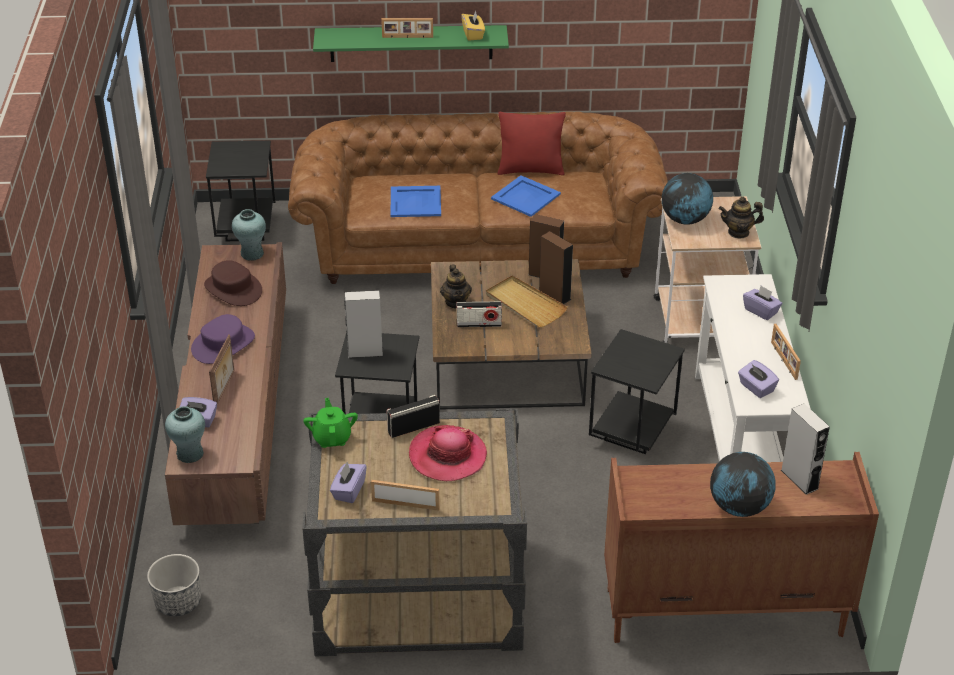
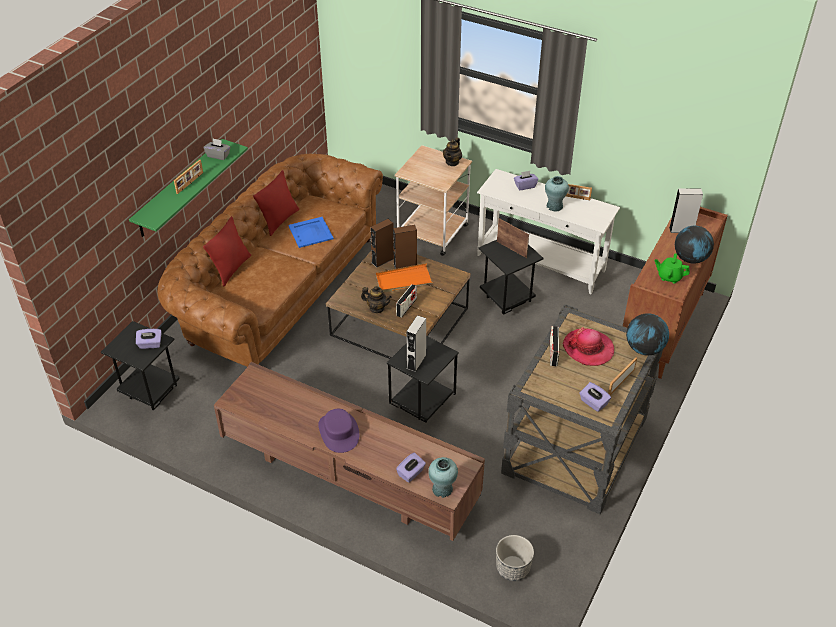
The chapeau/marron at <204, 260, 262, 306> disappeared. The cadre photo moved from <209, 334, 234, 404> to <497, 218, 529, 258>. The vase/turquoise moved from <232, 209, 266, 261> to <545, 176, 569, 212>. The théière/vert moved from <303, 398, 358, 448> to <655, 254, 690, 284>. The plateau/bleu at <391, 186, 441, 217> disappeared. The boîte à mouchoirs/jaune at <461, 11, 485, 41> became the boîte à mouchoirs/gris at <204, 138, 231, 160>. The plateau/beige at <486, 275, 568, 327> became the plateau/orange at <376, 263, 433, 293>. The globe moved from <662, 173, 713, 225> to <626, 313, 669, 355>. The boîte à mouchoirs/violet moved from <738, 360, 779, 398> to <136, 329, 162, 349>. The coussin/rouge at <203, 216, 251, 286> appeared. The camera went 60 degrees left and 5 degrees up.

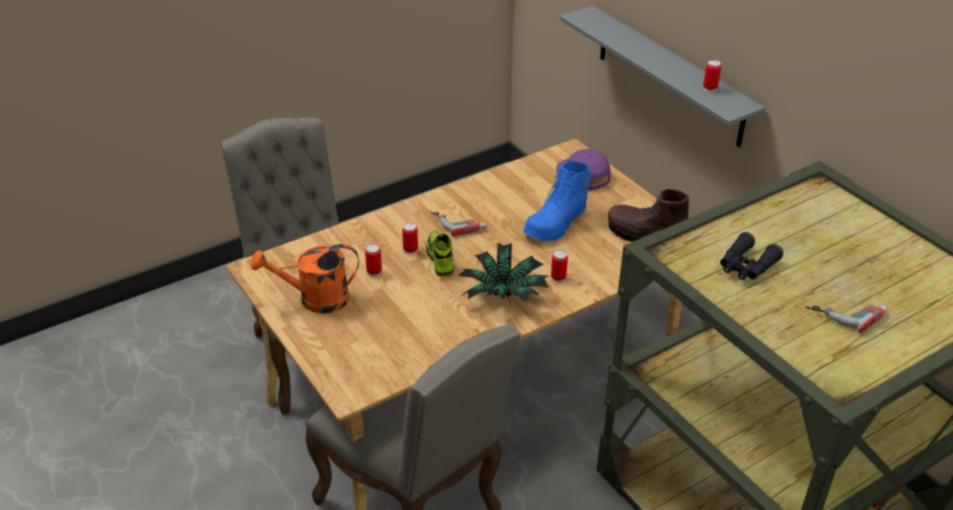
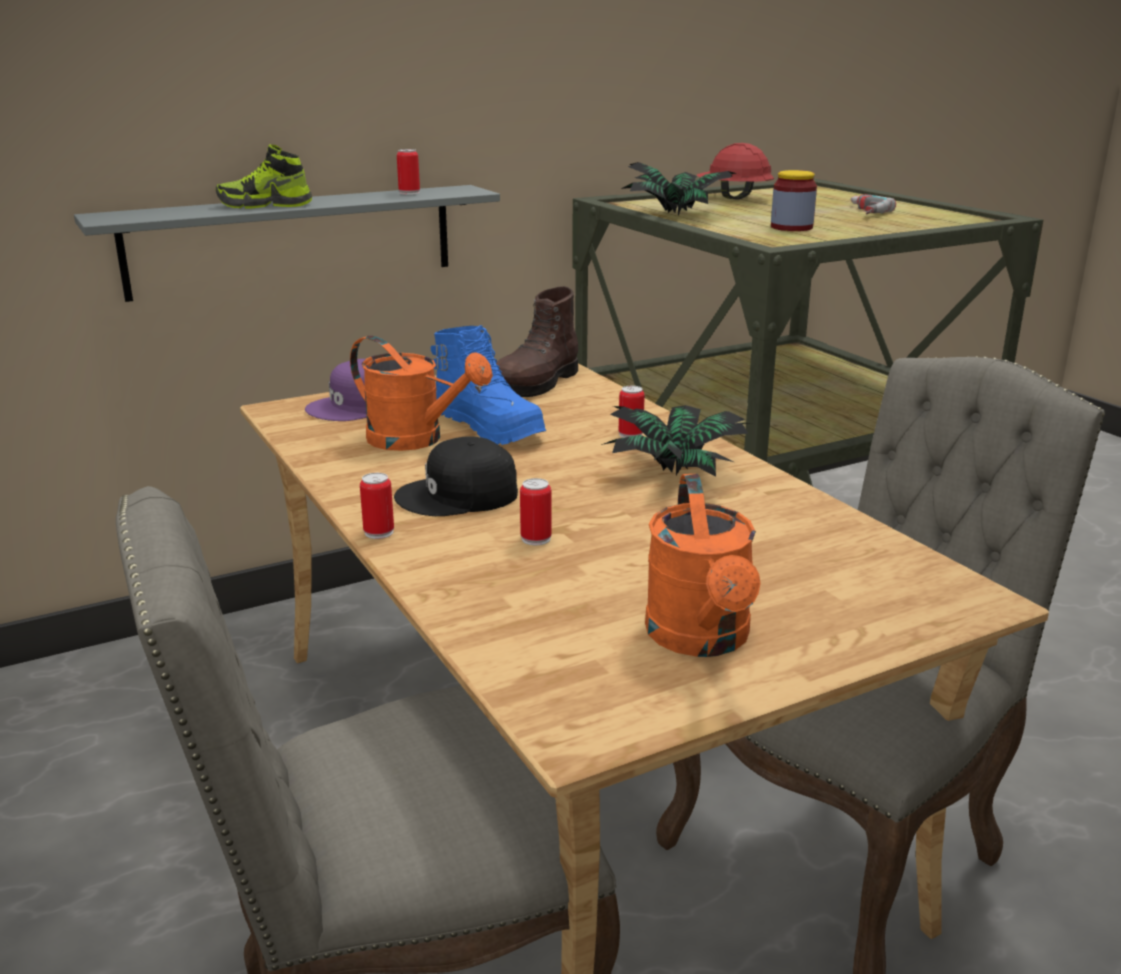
The boîte métallique moved from <365, 244, 382, 276> to <360, 473, 394, 539>. The chaussure moved from <426, 231, 454, 277> to <216, 144, 312, 208>. The perceuse at <430, 211, 487, 237> was replaced by the casquette/noir at <394, 436, 518, 516>. The jumelles/noir at <720, 232, 784, 280> was replaced by the bocal at <771, 170, 817, 231>. The arrosoir/orange at <350, 336, 493, 451> appeared. The plante en pot at <621, 162, 737, 216> appeared. The casque de chantier/rouge at <697, 143, 774, 199> appeared. The camera went 85 degrees left and 15 degrees down.

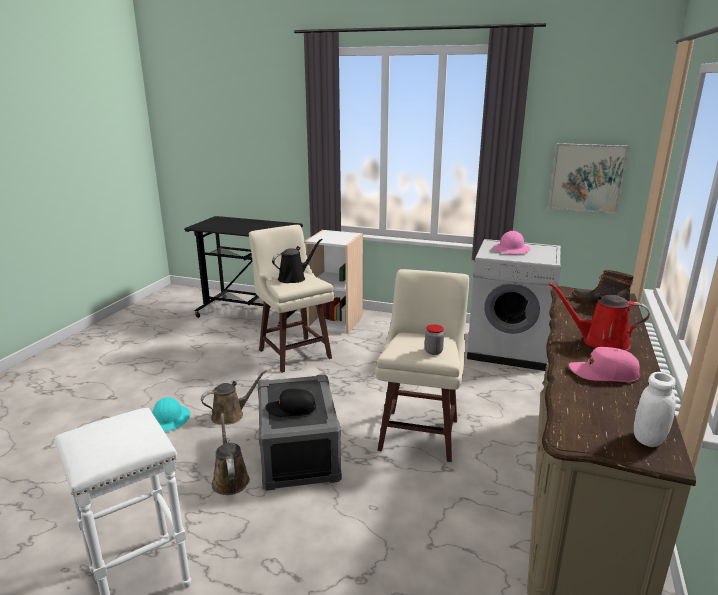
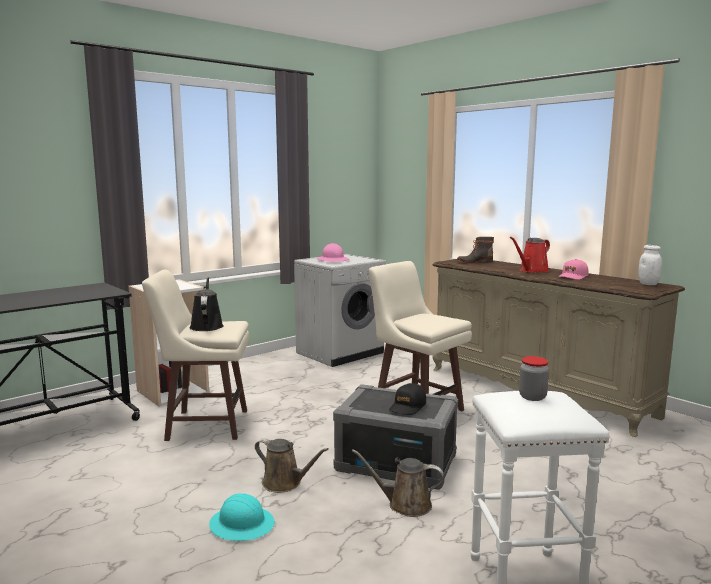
The arrosoir/marron at <201, 370, 267, 424> turned 120 degrees clockwise. The bocal moved from <425, 324, 444, 355> to <519, 356, 549, 401>. The tableau at <549, 143, 629, 213> disappeared. The camera went 60 degrees left and 10 degrees down.

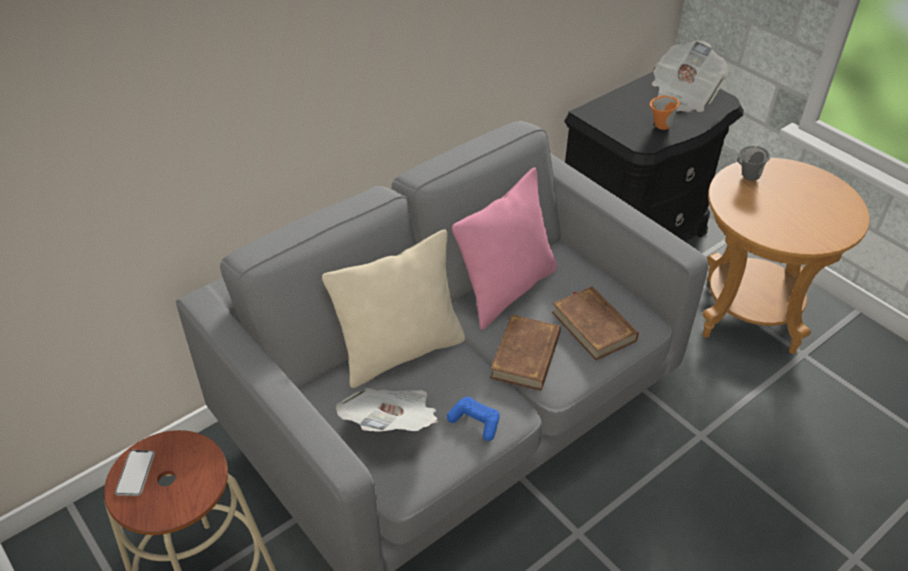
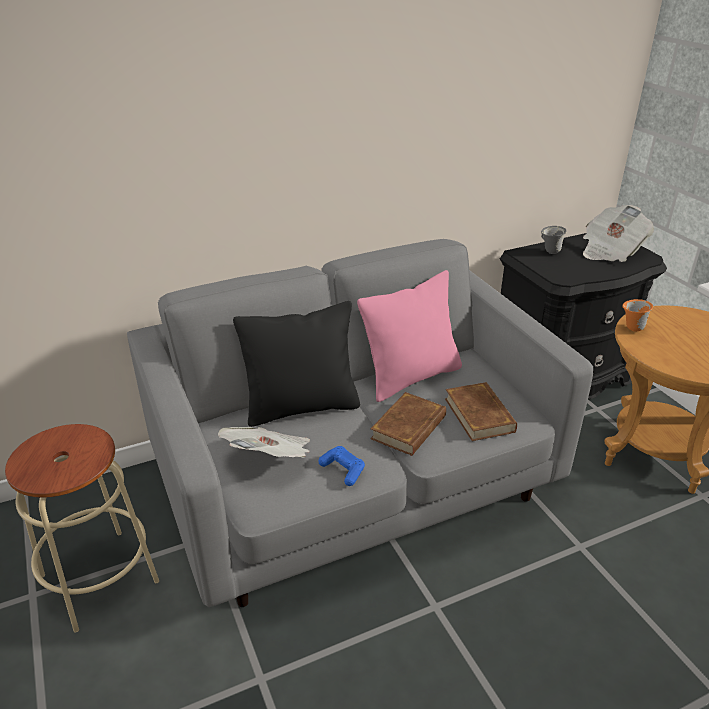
The téléphone at <115, 450, 155, 496> disappeared. The coussin/beige at <322, 230, 465, 388> became the coussin/noir at <233, 301, 360, 427>. The mug/orange moved from <649, 96, 679, 130> to <622, 299, 653, 332>. The mug/gris moved from <737, 146, 770, 181> to <541, 226, 567, 254>. The camera went 15 degrees right and 10 degrees down.

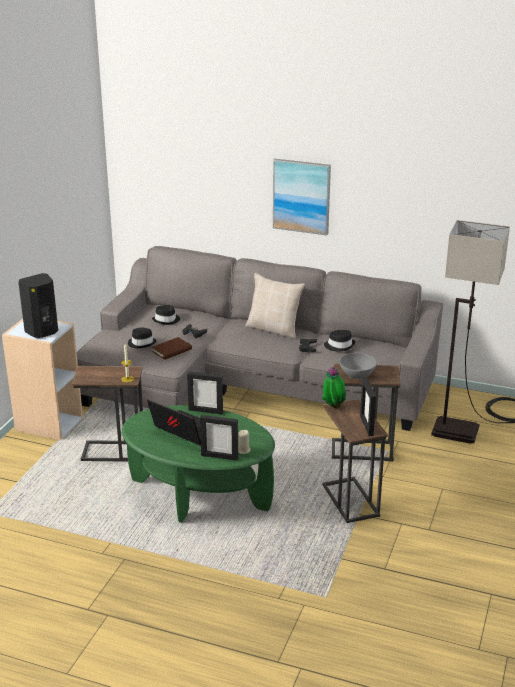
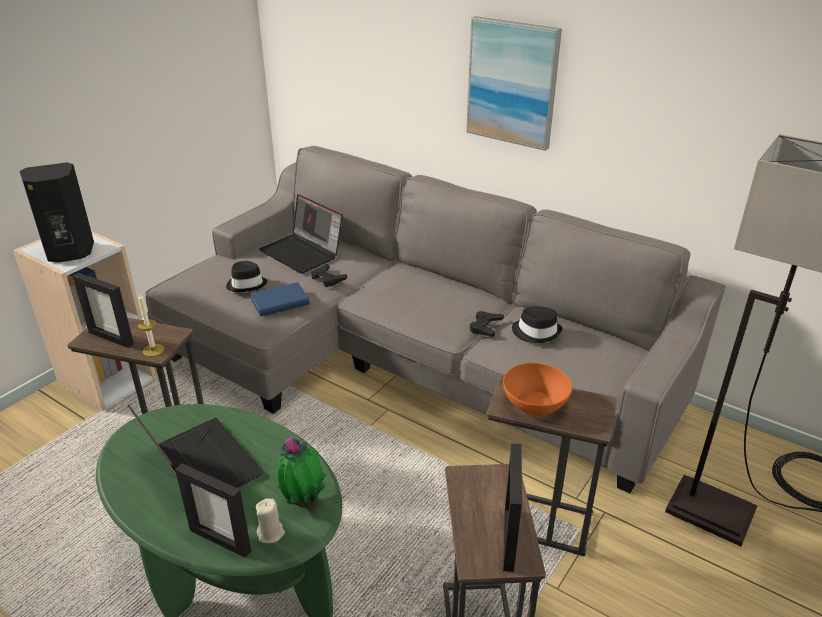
The livre/marron at <151, 337, 192, 360> became the livre/bleu at <250, 282, 310, 317>. The chapeau/noir at <152, 305, 180, 325> was replaced by the ordinateur portable at <259, 194, 343, 274>. The cadre photo moved from <187, 371, 223, 414> to <72, 273, 134, 348>. The coussin/beige at <245, 273, 305, 339> disappeared. The plante en pot moved from <322, 367, 346, 409> to <277, 436, 326, 508>. The bol/gris at <340, 353, 377, 379> became the bol/orange at <503, 363, 572, 416>. The camera went 15 degrees right and 5 degrees up.

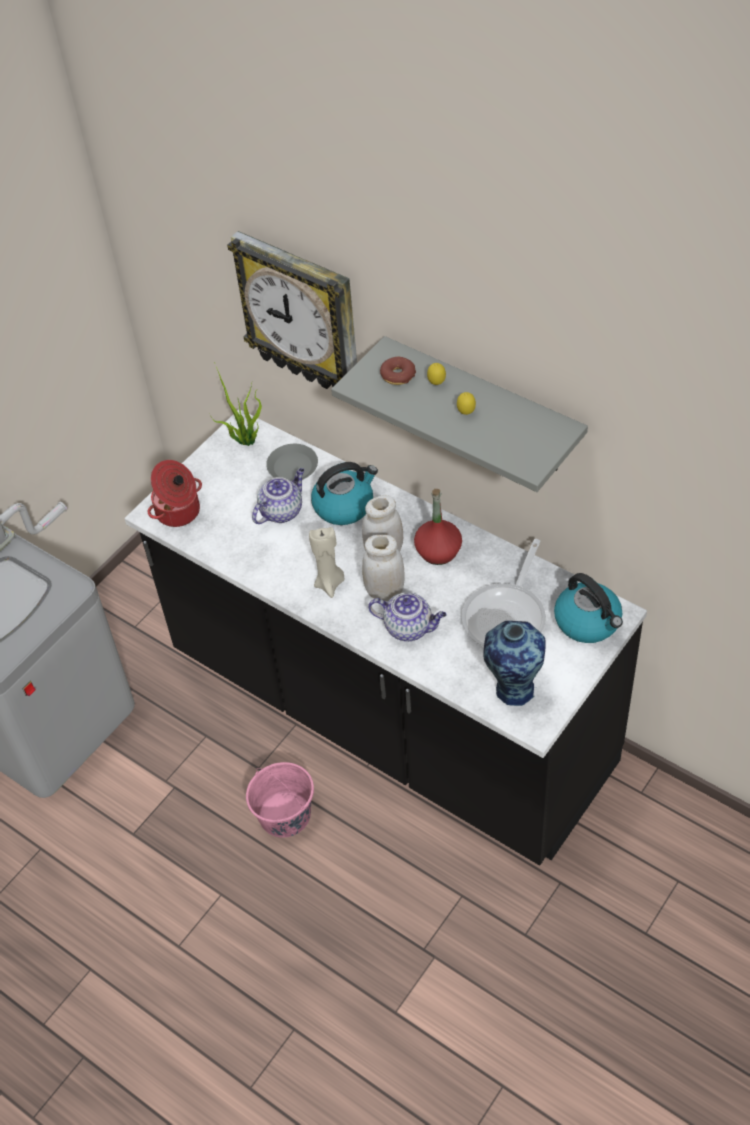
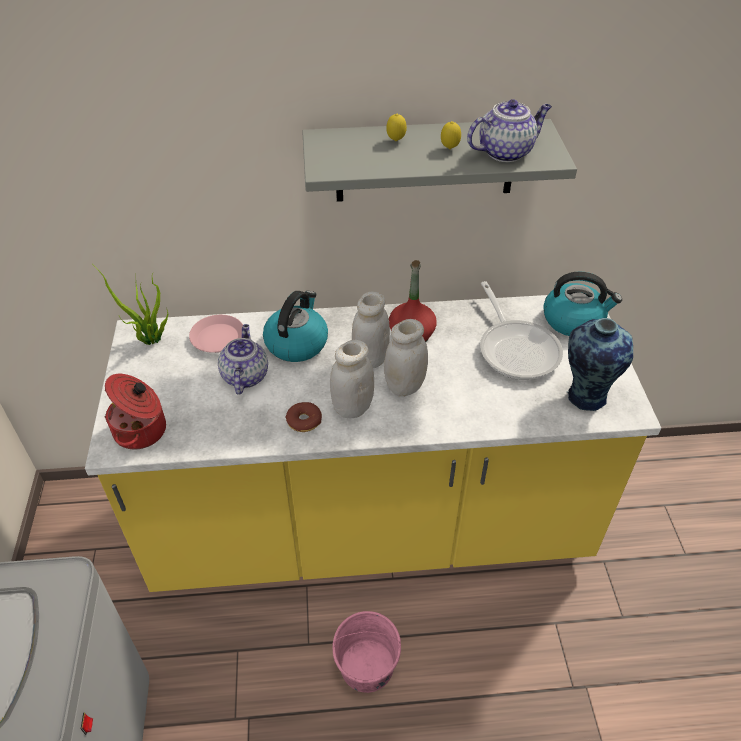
The comptoir de cuisine/noir at <124, 409, 647, 865> became the comptoir de cuisine/jaune at <85, 295, 661, 592>. The horloge murale at <227, 231, 357, 389> disappeared. The assiette/gris at <266, 444, 318, 481> became the assiette/rose at <189, 315, 243, 353>. The bougie/beige at <309, 527, 345, 598> was replaced by the bocal/blanc at <330, 340, 374, 418>. The théière moved from <368, 592, 447, 641> to <467, 99, 552, 162>. The beignet moved from <380, 357, 416, 385> to <286, 402, 322, 432>. The camera went 45 degrees left and 5 degrees down.

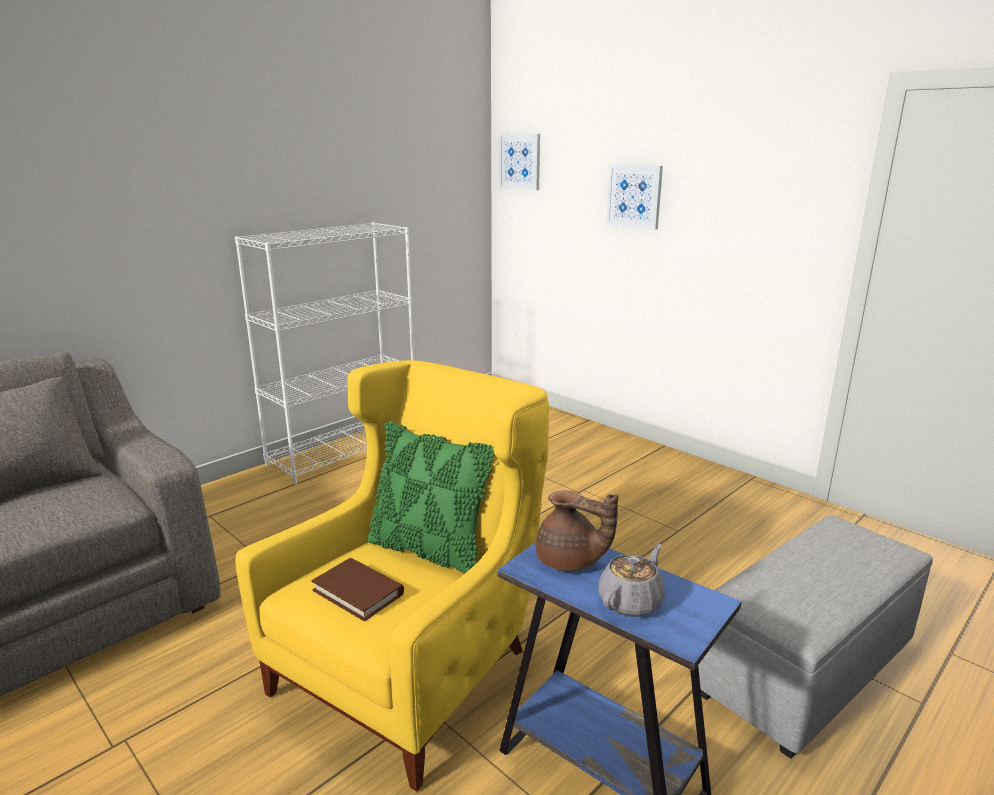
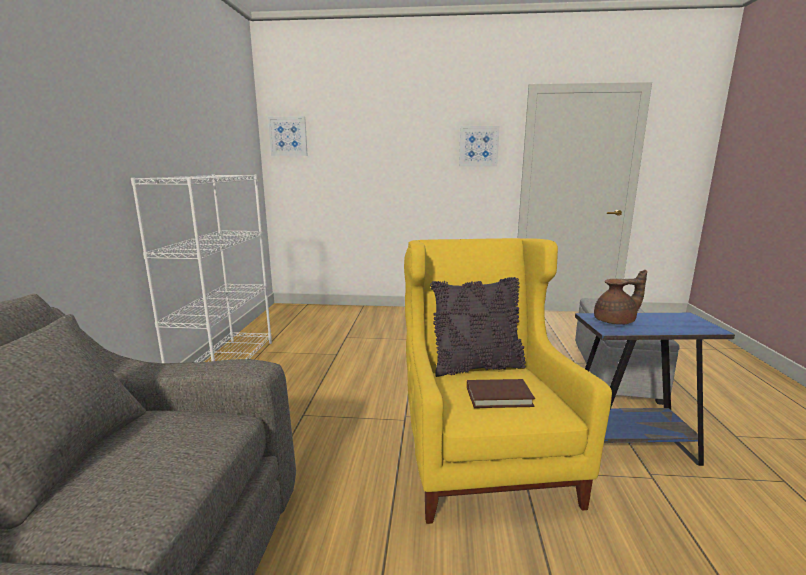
The coussin/vert at <367, 421, 495, 574> became the coussin/noir at <430, 277, 526, 377>. The théière/gris at <598, 544, 665, 617> disappeared. The tableau moved from <606, 164, 663, 230> to <459, 126, 500, 166>. The camera went 40 degrees left and 5 degrees down.

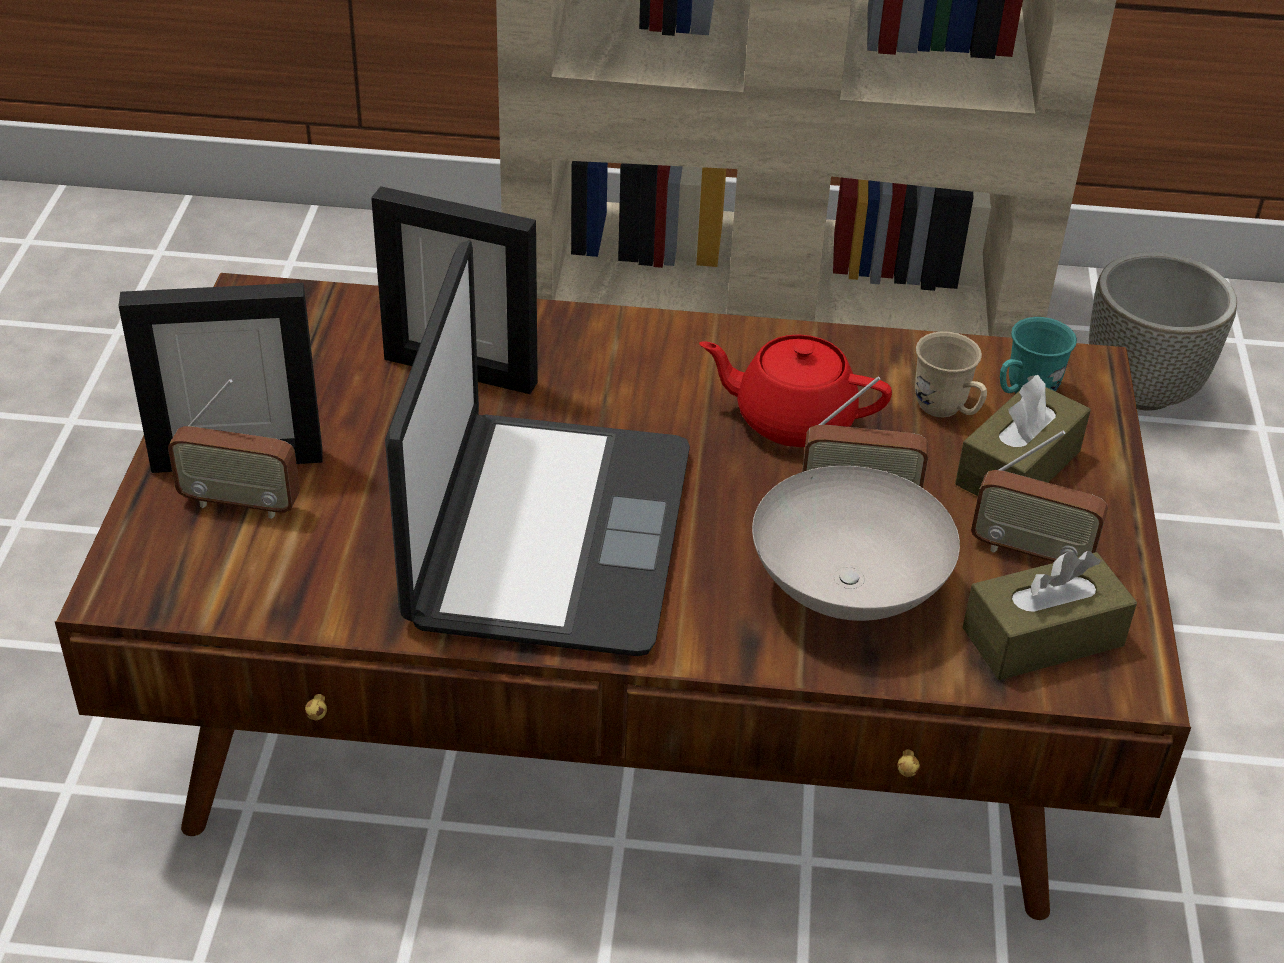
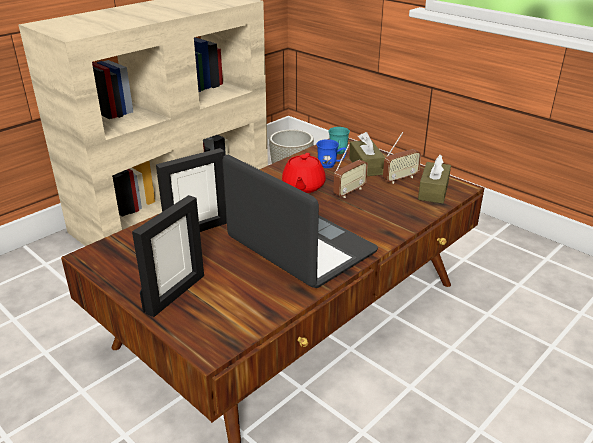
The radio at <168, 379, 300, 519> disappeared. The théière/rouge at <699, 335, 892, 447> turned 45 degrees counterclockwise. The bol/blanc at <752, 466, 960, 621> disappeared. The mug/beige at <915, 331, 987, 417> became the mug/bleu at <316, 139, 347, 168>. The camera went 50 degrees left and 10 degrees down.

